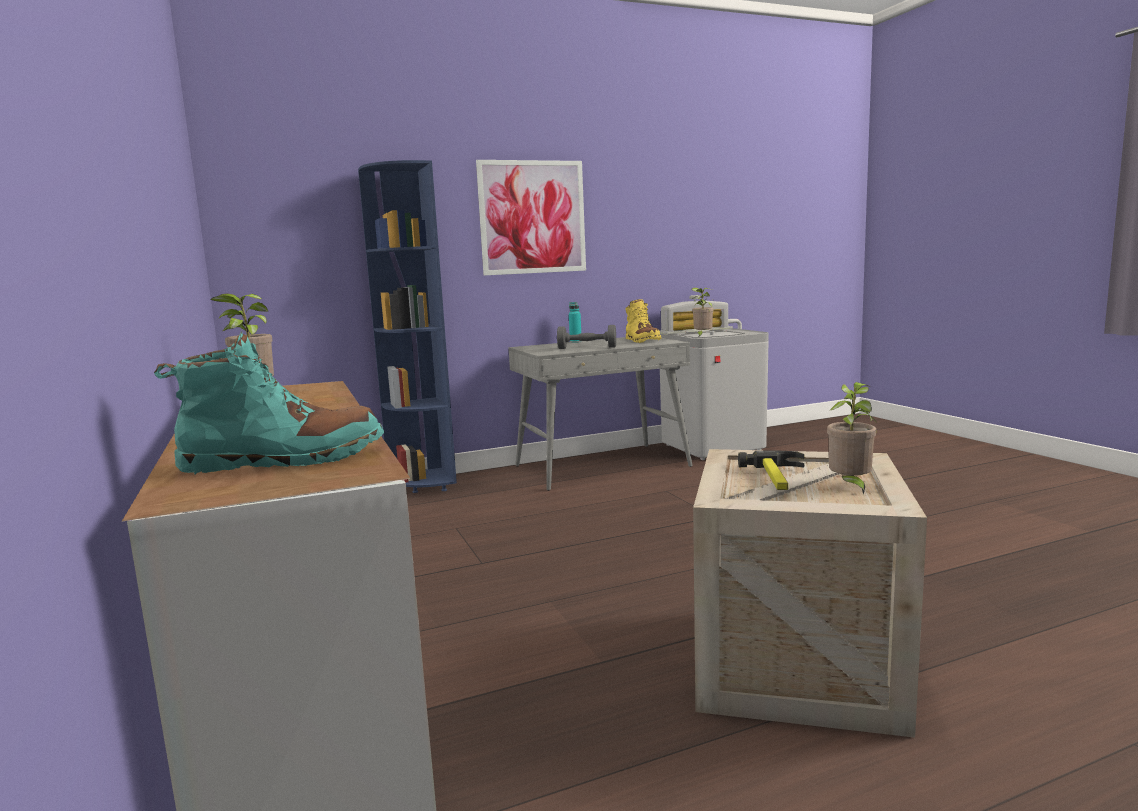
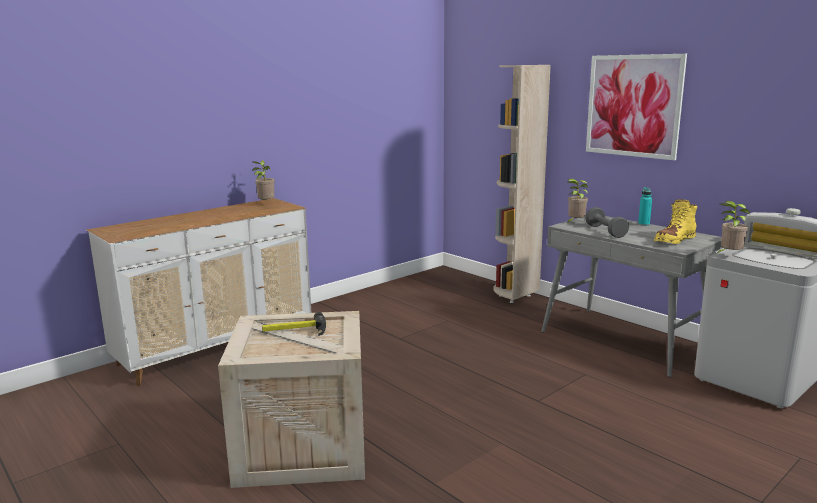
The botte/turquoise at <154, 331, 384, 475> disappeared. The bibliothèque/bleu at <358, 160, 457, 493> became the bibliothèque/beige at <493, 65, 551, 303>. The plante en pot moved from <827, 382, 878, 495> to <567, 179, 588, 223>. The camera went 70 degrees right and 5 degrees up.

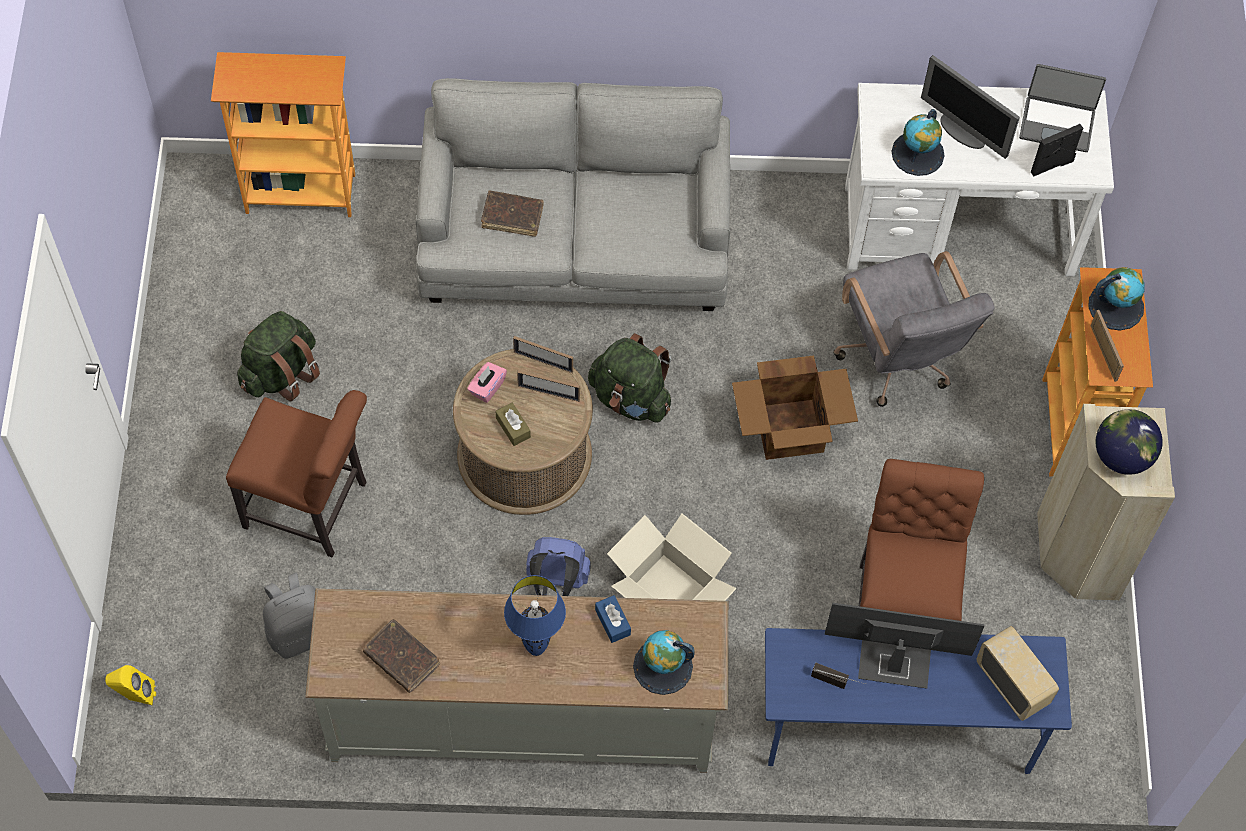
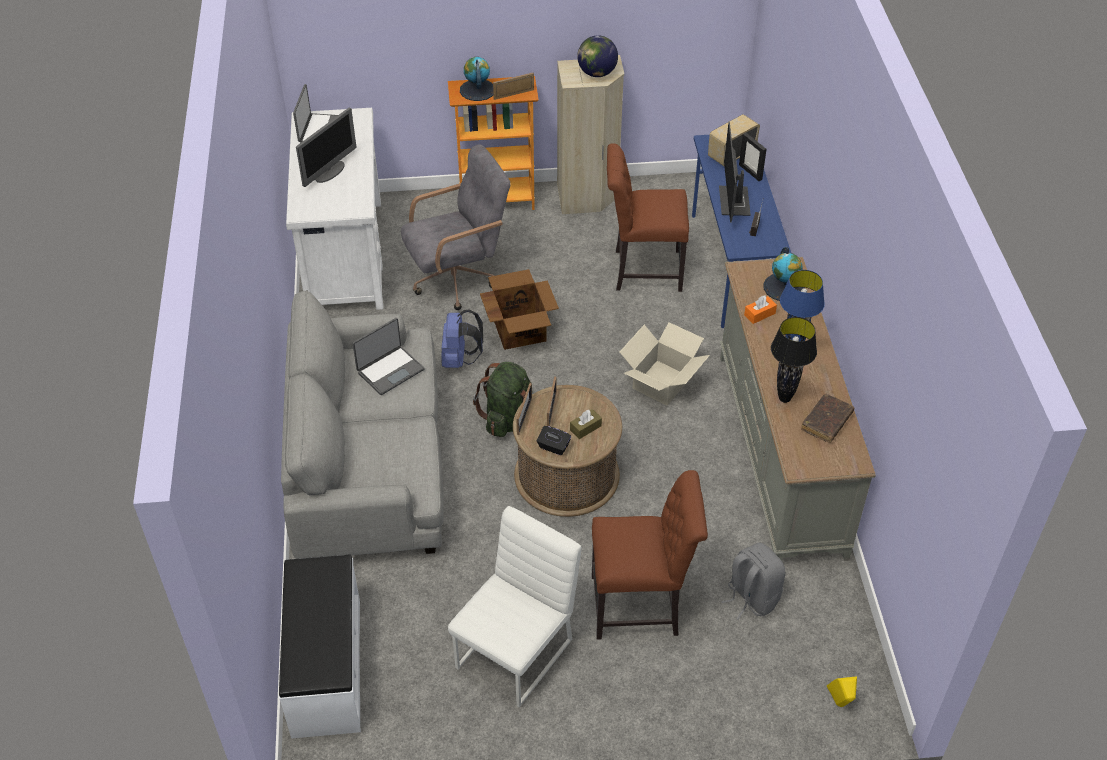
The bibliothèque at <211, 52, 355, 217> was replaced by the banc/blanc at <279, 554, 361, 739>. The chaise/marron at <226, 390, 367, 557> turned 75 degrees clockwise. The sac à dos/vert at <237, 311, 320, 401> was replaced by the chaise/blanc at <448, 506, 581, 707>. The boîte à mouchoirs/rose at <467, 362, 507, 403> became the boîte à mouchoirs/noir at <537, 426, 571, 455>. The livre/marron at <481, 190, 544, 237> disappeared. The sac à dos/bleu moved from <526, 537, 590, 596> to <441, 309, 483, 368>. The boîte à mouchoirs/bleu at <595, 595, 631, 643> became the boîte à mouchoirs/orange at <744, 296, 777, 324>. The globe at <891, 109, 945, 176> disappeared. The cadre photo moved from <1031, 124, 1083, 176> to <739, 133, 767, 181>. The ordinateur portable at <352, 318, 425, 395> appeared. The lampe de table/noir at <771, 317, 817, 403> appeared. The camera went 95 degrees left and 15 degrees down.

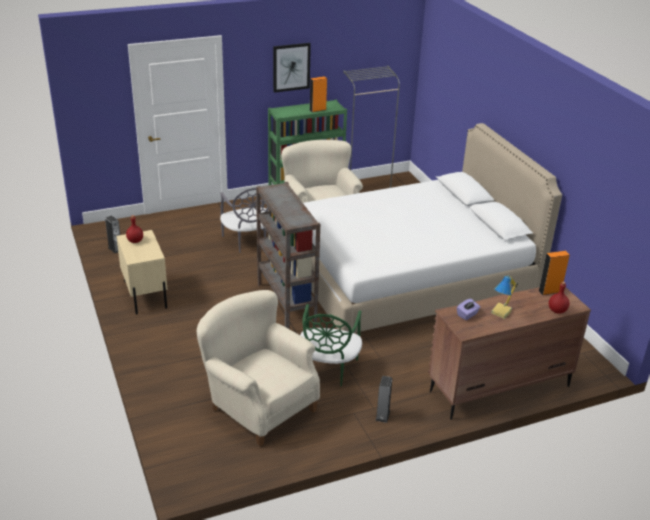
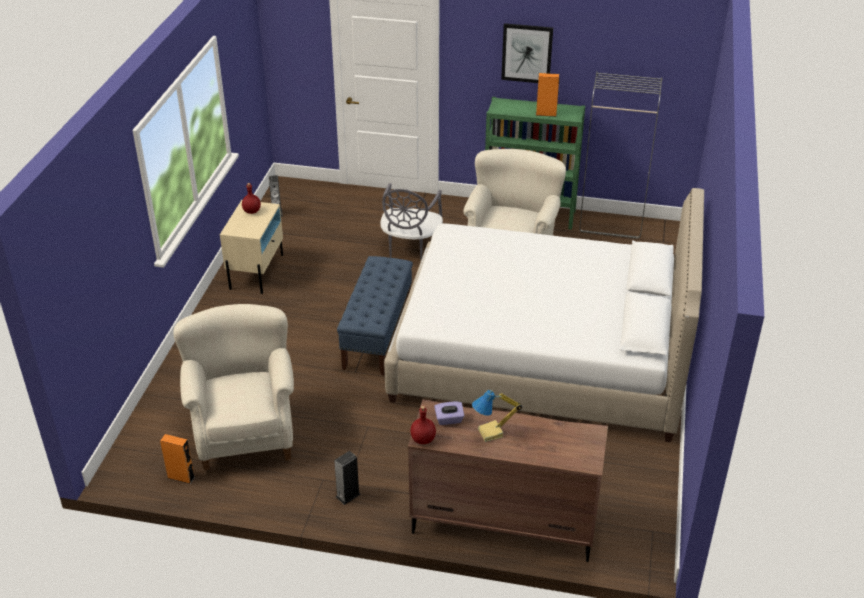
The bibliothèque/gris at <256, 182, 320, 329> was replaced by the banc/bleu at <337, 256, 413, 376>. The chaise/vert at <300, 304, 362, 386> disappeared. The enceinte/orange moved from <538, 251, 570, 295> to <160, 434, 195, 484>. The bouteille/rouge moved from <549, 282, 570, 314> to <410, 406, 436, 444>. The camera went 35 degrees right and 5 degrees up.

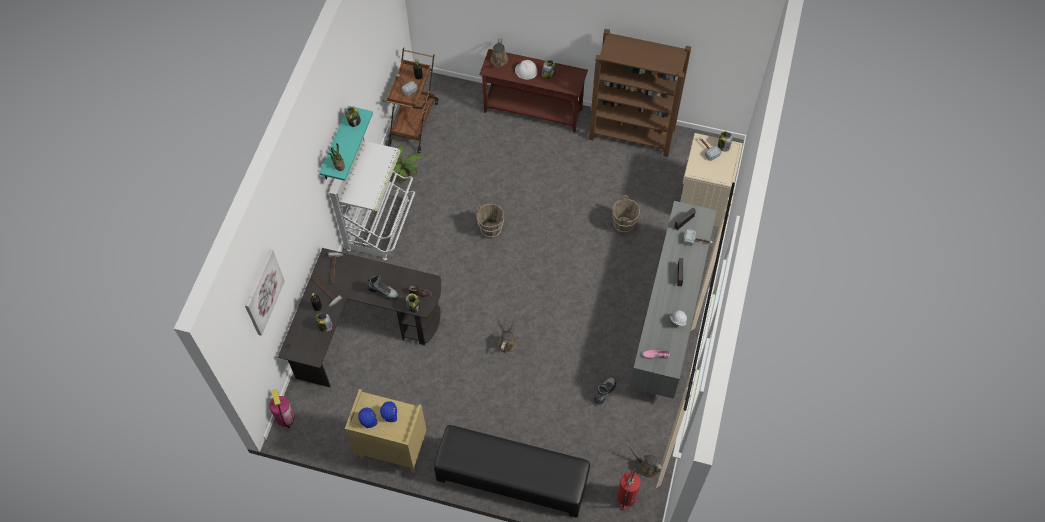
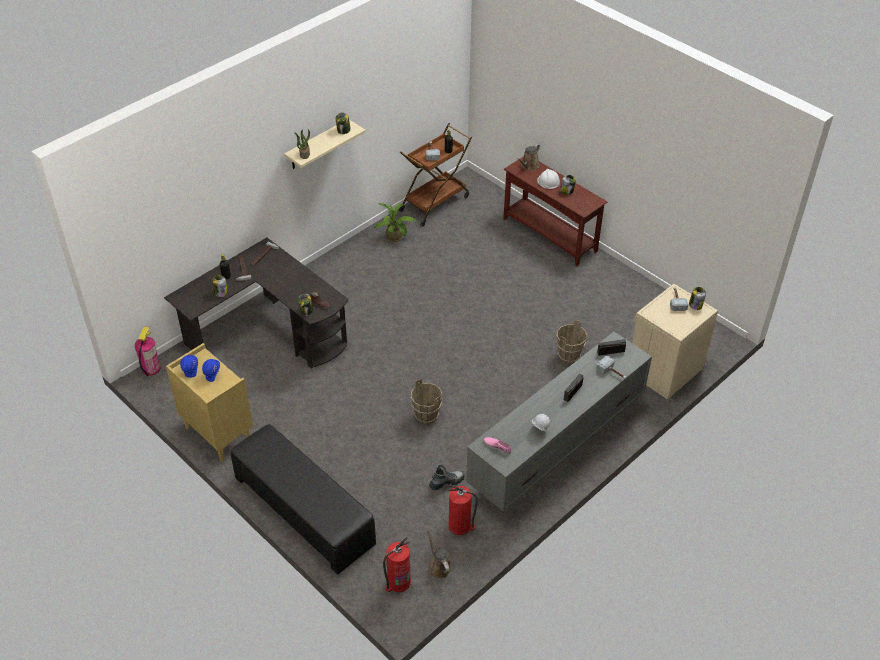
The tableau at <245, 249, 285, 336> disappeared. The étagère/turquoise at <319, 106, 373, 181> became the étagère/beige at <284, 120, 366, 169>. The étagère à chaussures/blanc at <329, 137, 415, 260> disappeared. The botte at <367, 275, 399, 301> disappeared. The seau/marron moved from <477, 204, 504, 238> to <411, 379, 443, 425>. The arrosoir/marron at <498, 311, 518, 353> disappeared. The bibliothèque/marron at <589, 29, 691, 157> disappeared. The extincteur at <447, 484, 478, 535> appeared. The camera went 30 degrees right and 15 degrees down.

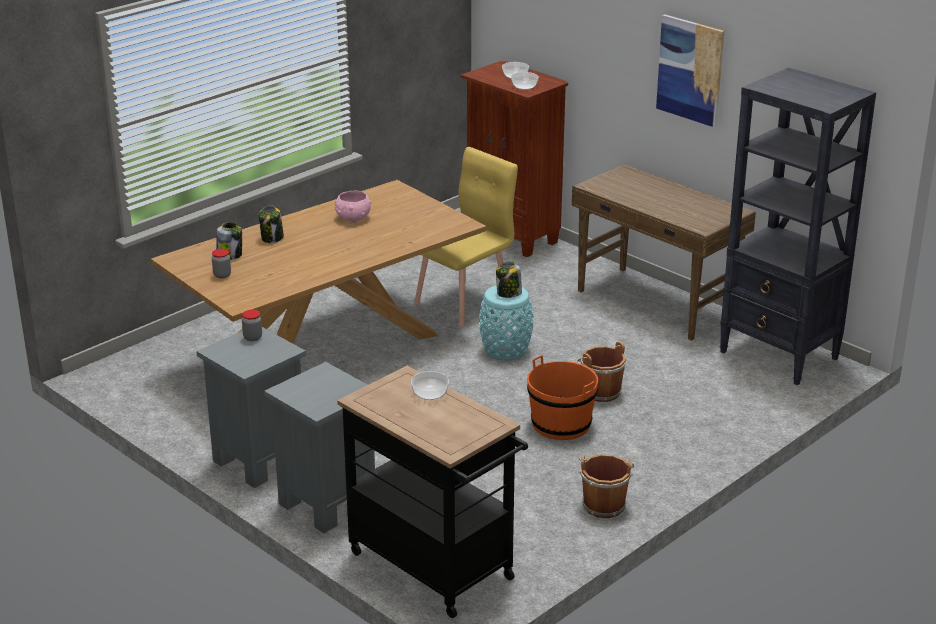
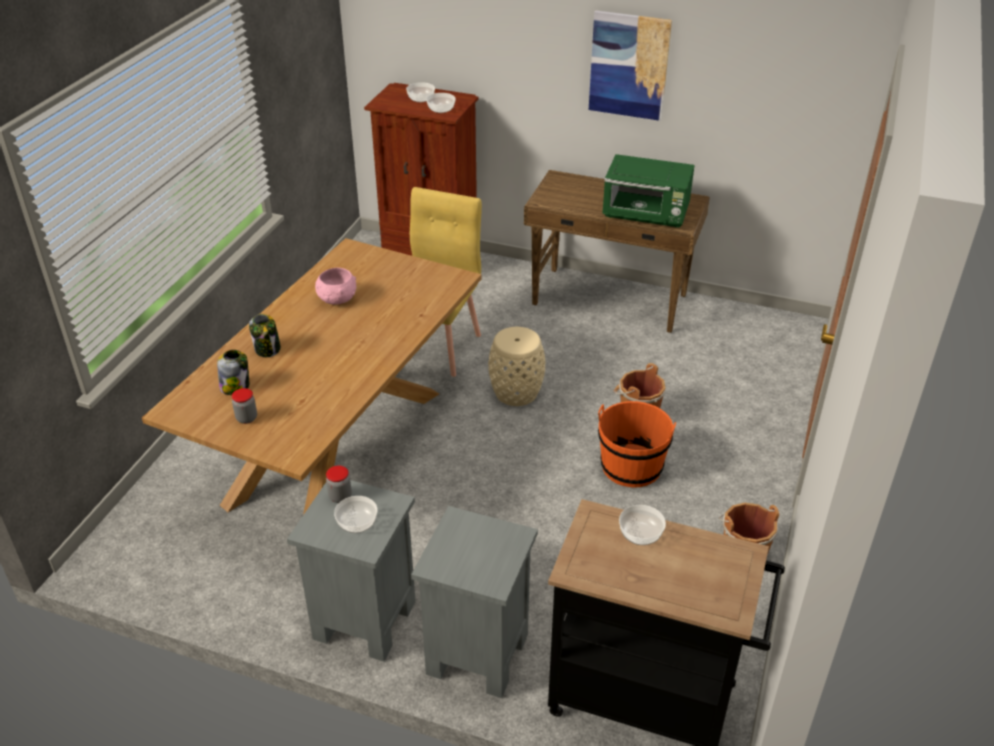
The tabouret/turquoise at <479, 285, 534, 361> became the tabouret/beige at <488, 327, 546, 406>. The bocal at <496, 262, 522, 298> disappeared. The bibliothèque/noir at <720, 68, 876, 385> disappeared. The bol at <334, 496, 378, 533> appeared. The micro-ondes/vert at <602, 154, 695, 228> appeared. The camera went 25 degrees left and 10 degrees up.

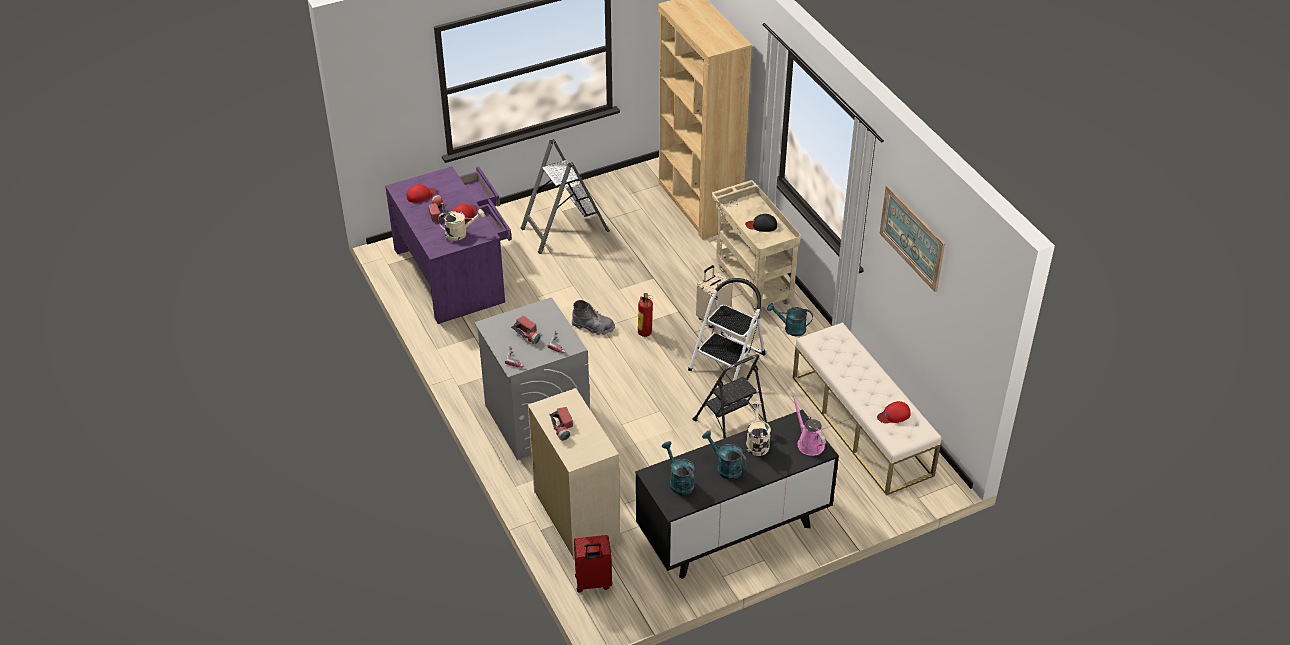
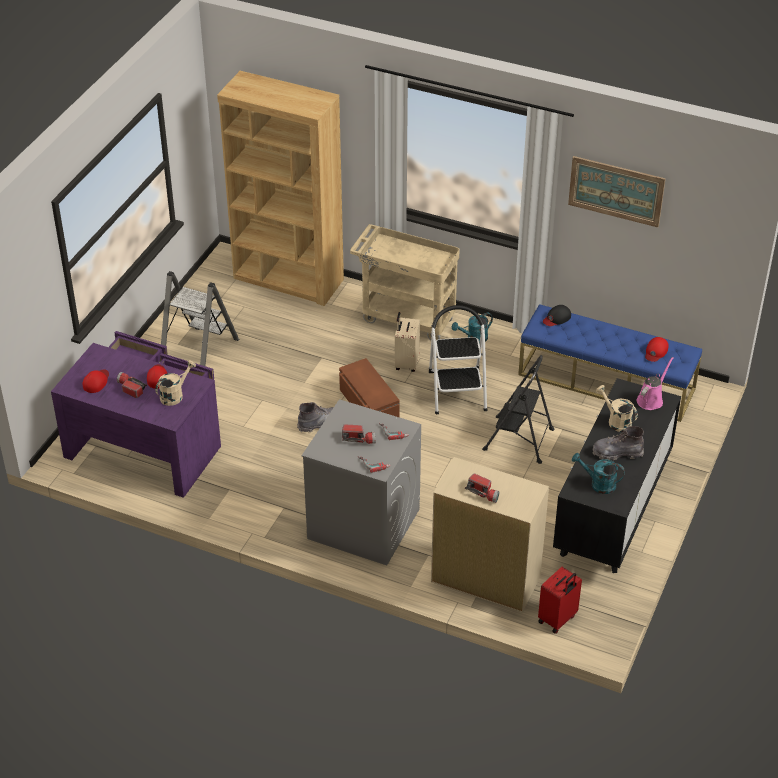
The extincteur at <638, 293, 653, 337> was replaced by the boîte de rangement/marron at <339, 358, 400, 417>. The arrosoir/turquoise at <702, 430, 747, 480> was replaced by the botte/gris at <592, 426, 644, 460>. The casquette/noir moved from <745, 214, 777, 232> to <543, 305, 571, 326>. The arrosoir/rose at <792, 396, 826, 456> turned 105 degrees clockwise. The banc/beige at <793, 322, 941, 496> became the banc/bleu at <518, 304, 702, 422>. The camera went 40 degrees left and 0 degrees up.

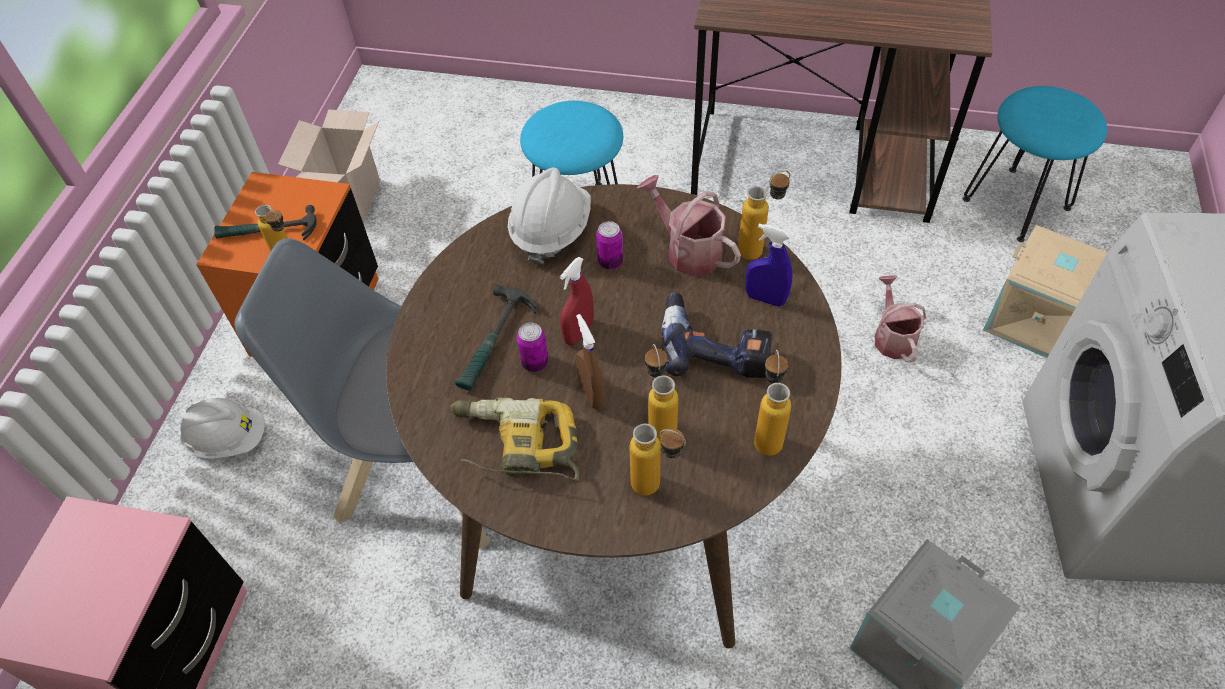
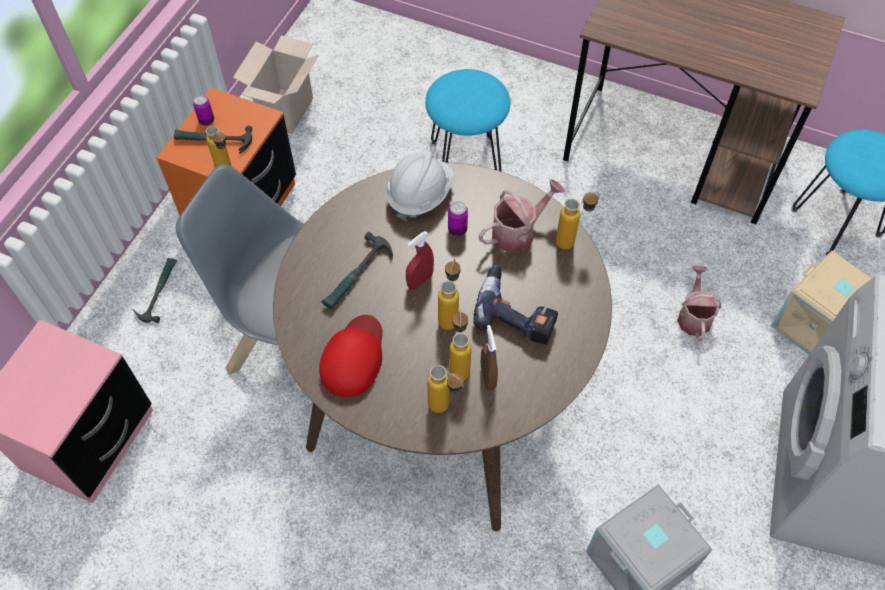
The casque de chantier/blanc at <180, 398, 265, 459> was replaced by the marteau at <133, 258, 177, 323>. The perceuse at <450, 398, 579, 481> was replaced by the casquette/rouge at <319, 315, 383, 397>. The boîte métallique moved from <517, 323, 549, 372> to <193, 95, 214, 126>. The vaporisateur/marron moved from <576, 314, 605, 409> to <481, 325, 498, 390>. The arrosoir at <637, 175, 741, 276> turned 90 degrees clockwise. The vaporisateur/bleu at <745, 223, 792, 307> disappeared. The bouteille moved from <754, 350, 791, 456> to <438, 258, 461, 330>. The camera went 10 degrees right and 5 degrees up.

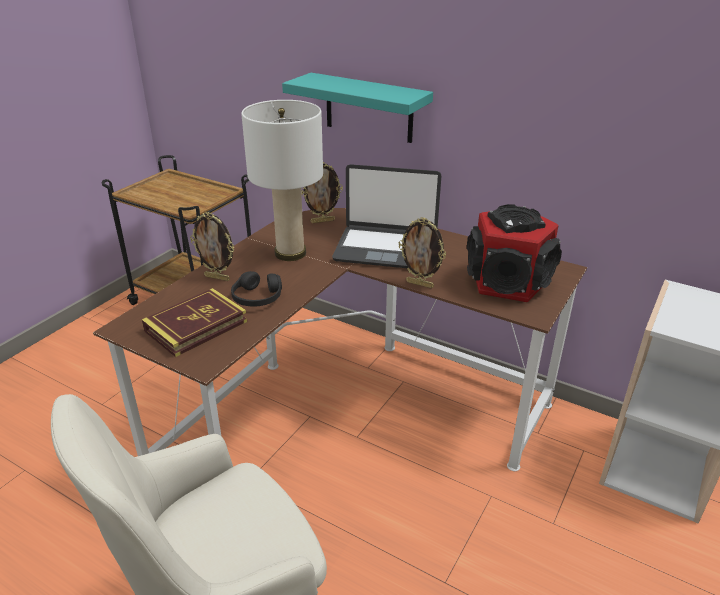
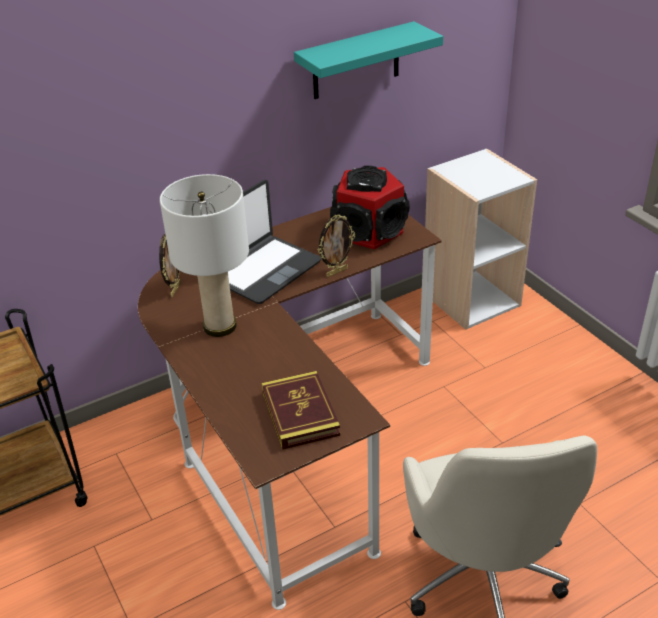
The cadre photo at <190, 212, 235, 281> disappeared. The casque audio/noir at <231, 271, 282, 307> disappeared. The étagère/turquoise moved from <282, 73, 433, 143> to <294, 21, 443, 99>. The camera went 60 degrees left and 5 degrees up.

